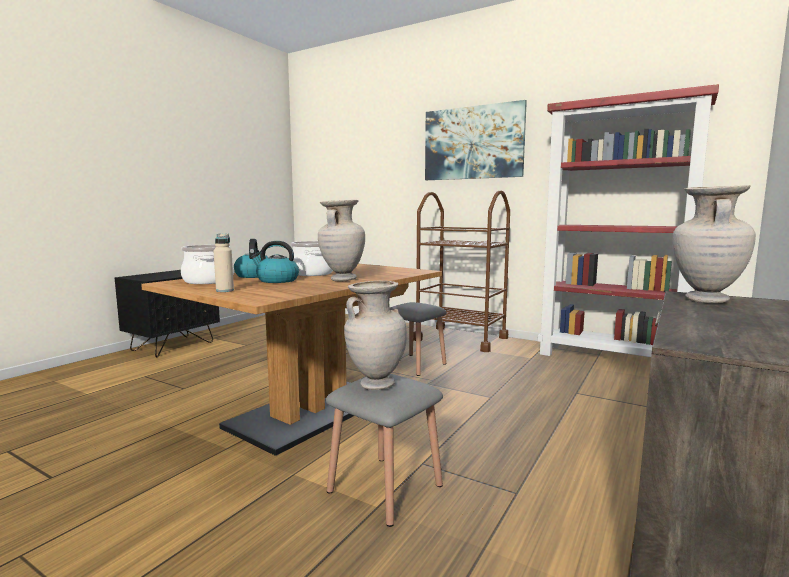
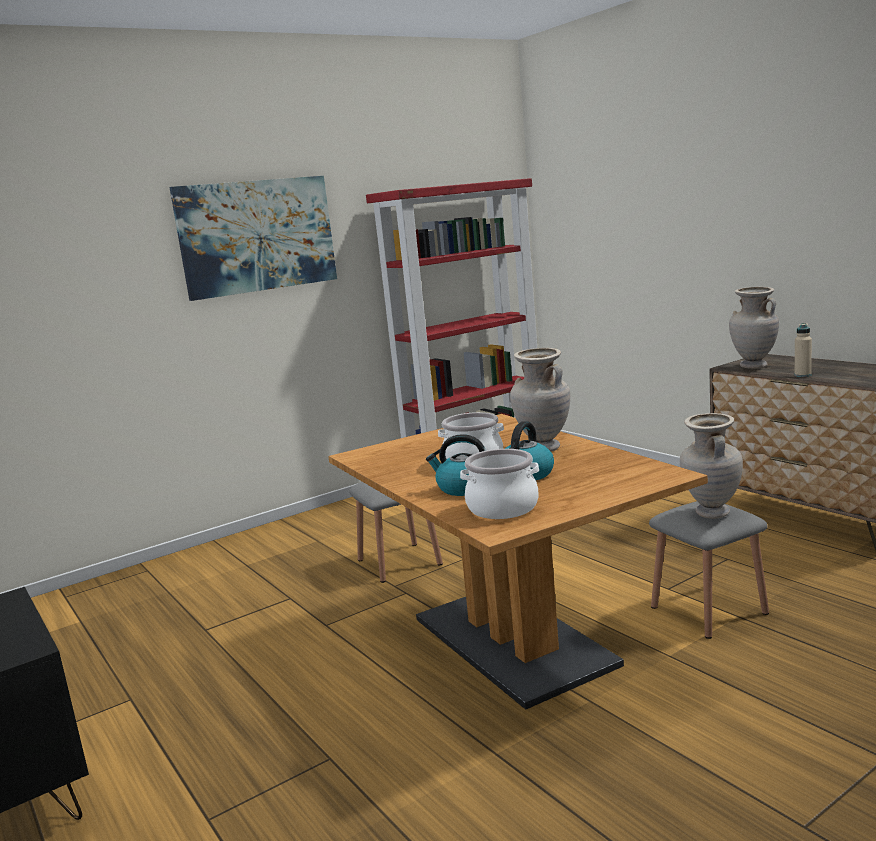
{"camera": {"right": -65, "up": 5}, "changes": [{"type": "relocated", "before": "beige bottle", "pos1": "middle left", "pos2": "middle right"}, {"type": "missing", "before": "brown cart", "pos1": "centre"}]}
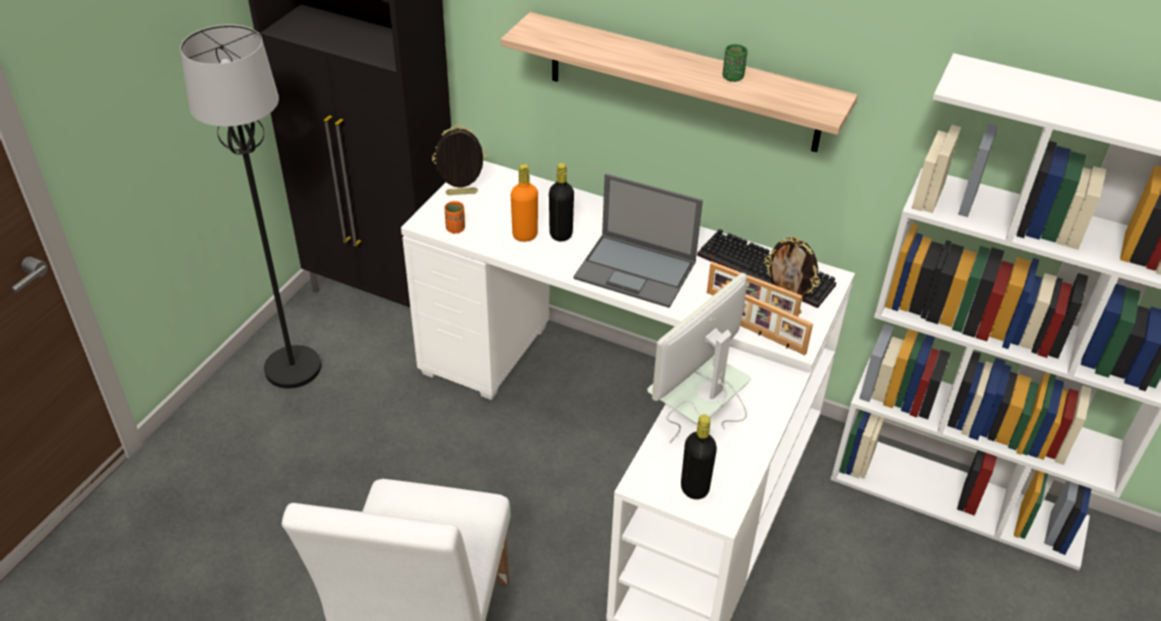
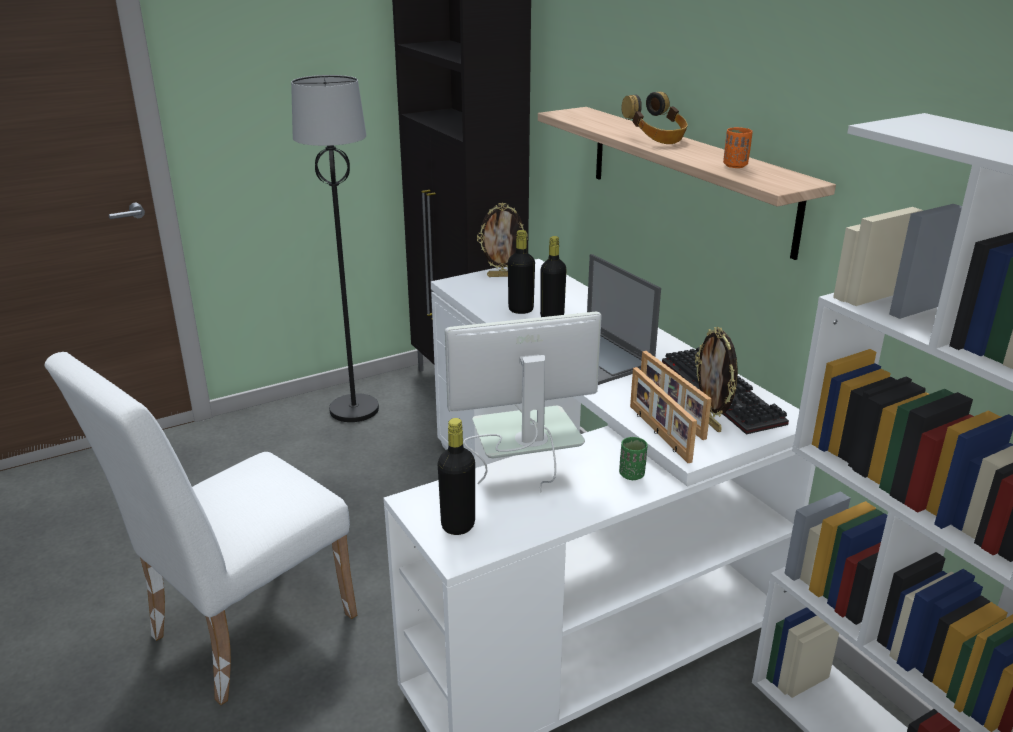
{"camera": {"right": 35, "up": -15}, "changes": [{"type": "spun", "before": "picture frame (no. 1 from left)", "pos1": "top centre", "pos2": "top centre", "turn": 150}, {"type": "relocated", "before": "orange cup", "pos1": "centre", "pos2": "top right"}, {"type": "colour", "before": "orange bottle", "after": "black bottle (no. 2 from left)", "pos1": "top centre", "pos2": "centre"}, {"type": "relocated", "before": "green cup", "pos1": "top centre", "pos2": "centre"}, {"type": "appeared", "after": "headphones", "pos2": "top centre"}]}
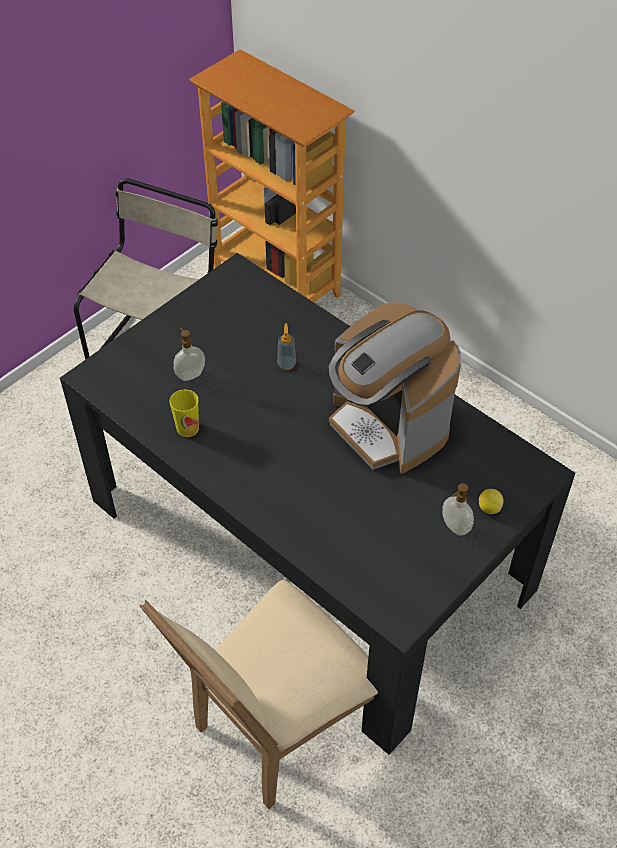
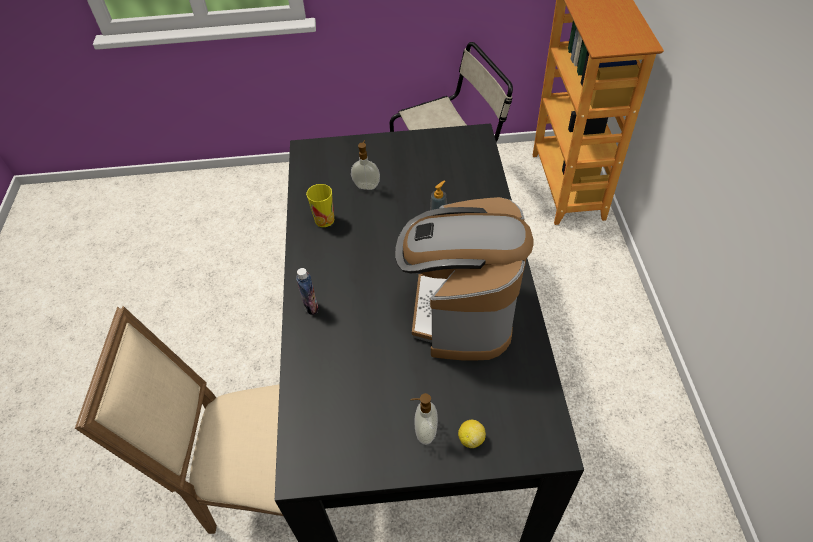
{"camera": {"right": 45, "up": 0}, "changes": [{"type": "appeared", "after": "bottle", "pos2": "centre"}]}
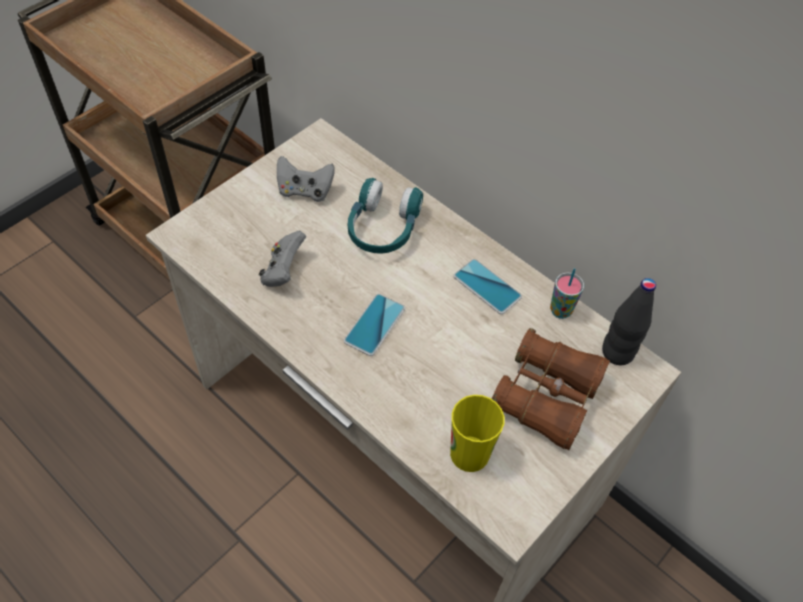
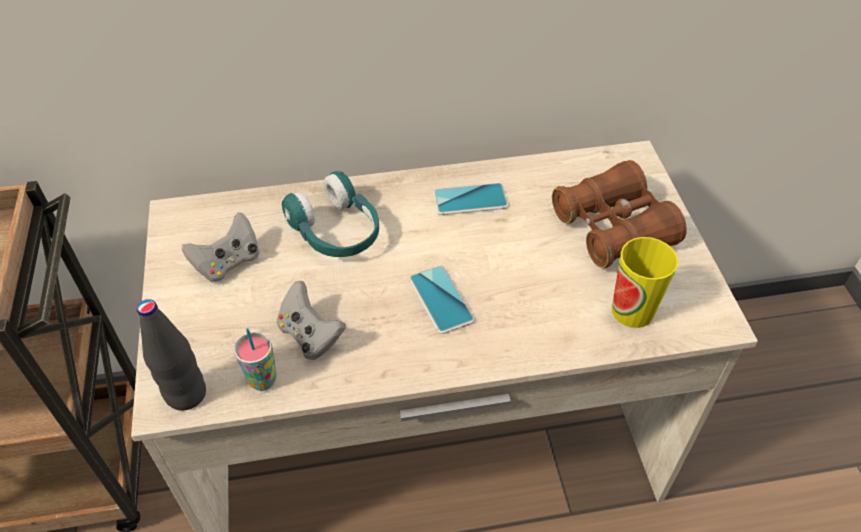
{"camera": {"right": -50, "up": -5}, "changes": [{"type": "relocated", "before": "cup (no. 2 from left in the first image)", "after": "cup (no. 1 from left)", "pos1": "middle right", "pos2": "bottom left"}, {"type": "relocated", "before": "black bottle", "pos1": "middle right", "pos2": "bottom left"}]}
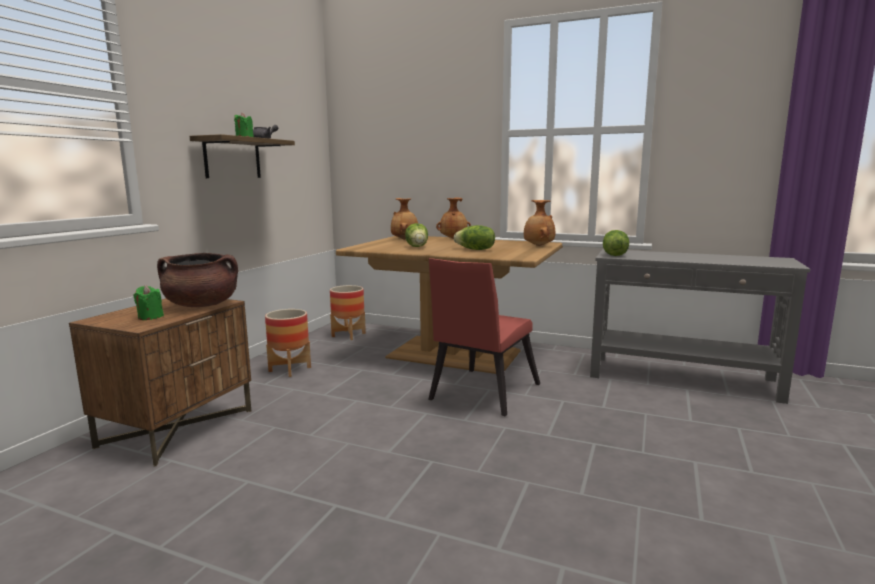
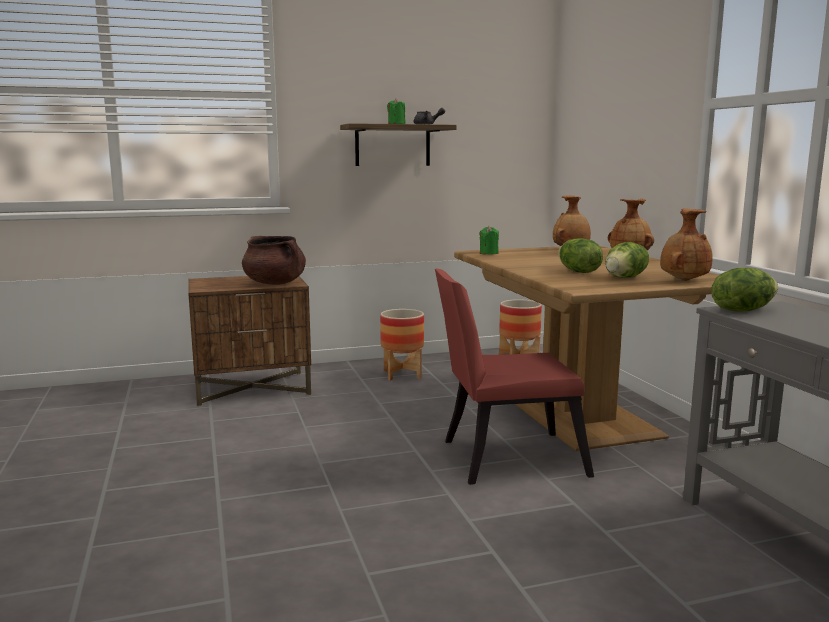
{"camera": {"right": 50, "up": 0}, "changes": [{"type": "relocated", "before": "green candle (no. 1 from left in the first image)", "after": "green candle (no. 2 from left)", "pos1": "middle left", "pos2": "centre"}, {"type": "relocated", "before": "lettuce (no. 1 from left in the first image)", "after": "lettuce (no. 2 from left)", "pos1": "centre", "pos2": "middle right"}]}
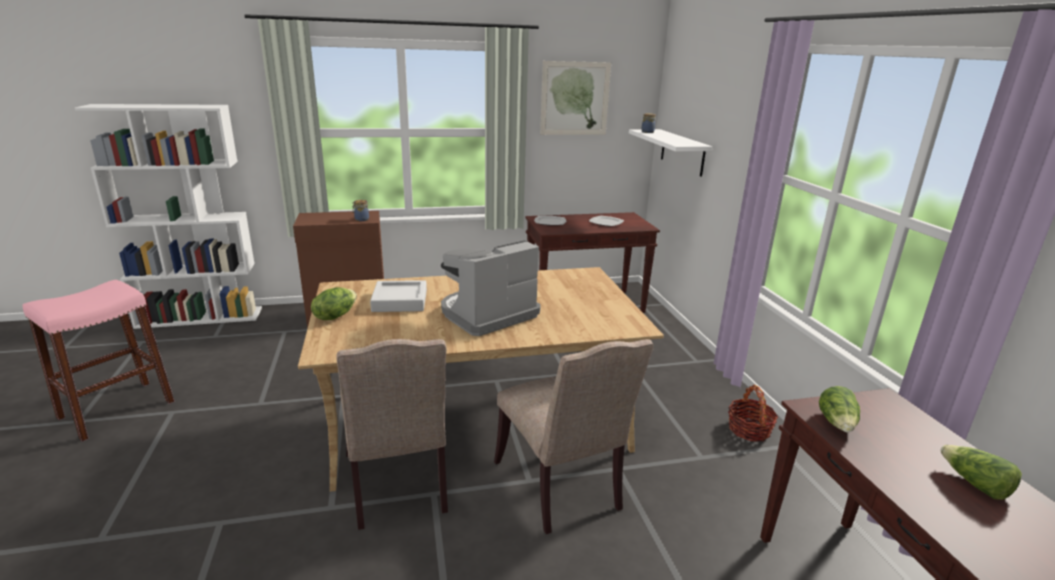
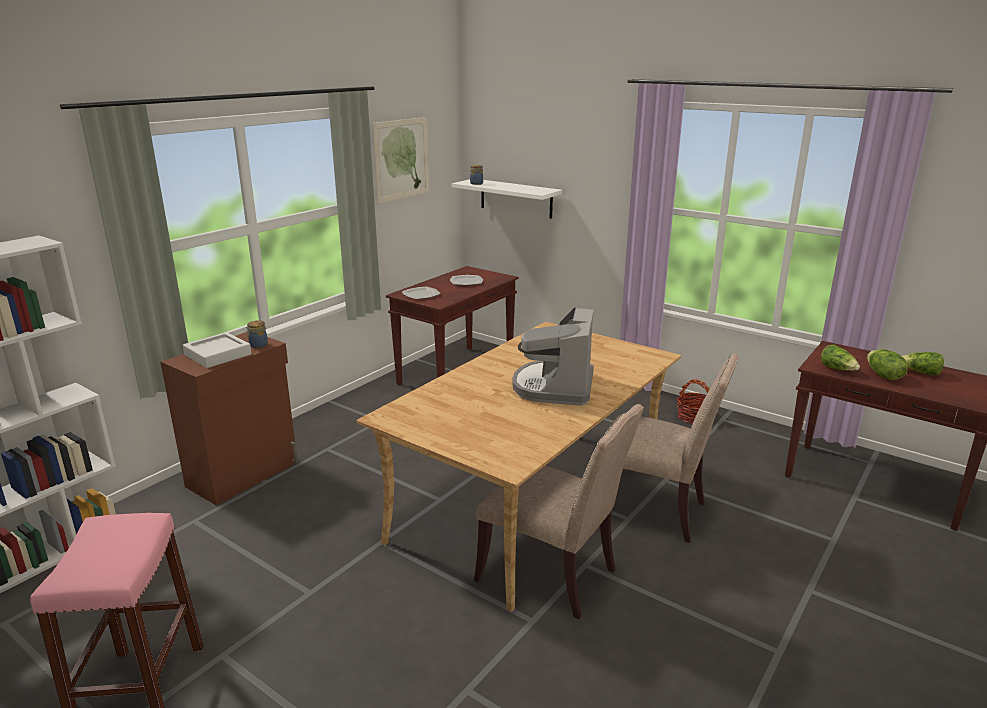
{"camera": {"right": -40, "up": 0}, "changes": [{"type": "relocated", "before": "lettuce (no. 1 from left in the first image)", "after": "lettuce (no. 2 from left)", "pos1": "middle left", "pos2": "middle right"}, {"type": "relocated", "before": "grey tray", "pos1": "centre", "pos2": "middle left"}]}
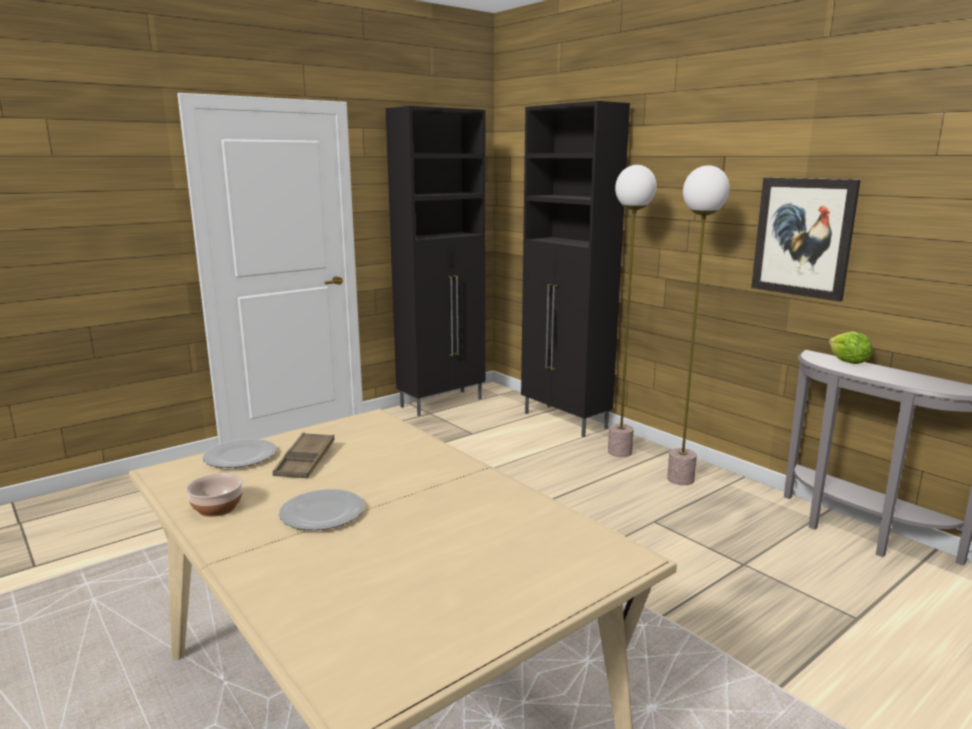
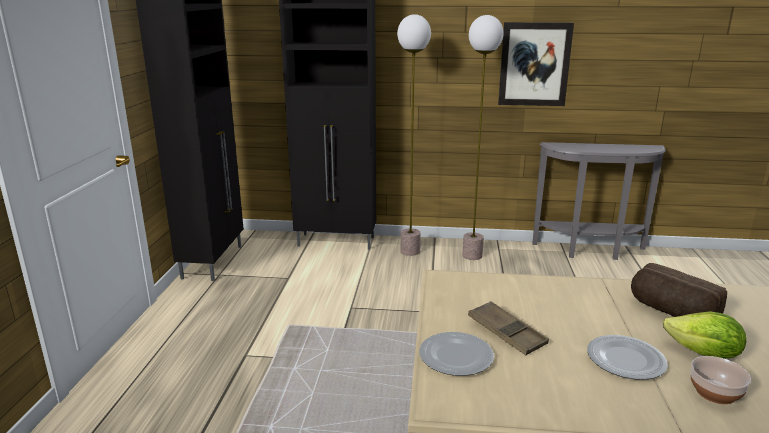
{"camera": {"right": -45, "up": 5}, "changes": [{"type": "relocated", "before": "bowl", "pos1": "bottom left", "pos2": "bottom right"}, {"type": "relocated", "before": "lettuce", "pos1": "middle right", "pos2": "bottom right"}, {"type": "appeared", "after": "bread", "pos2": "bottom right"}]}
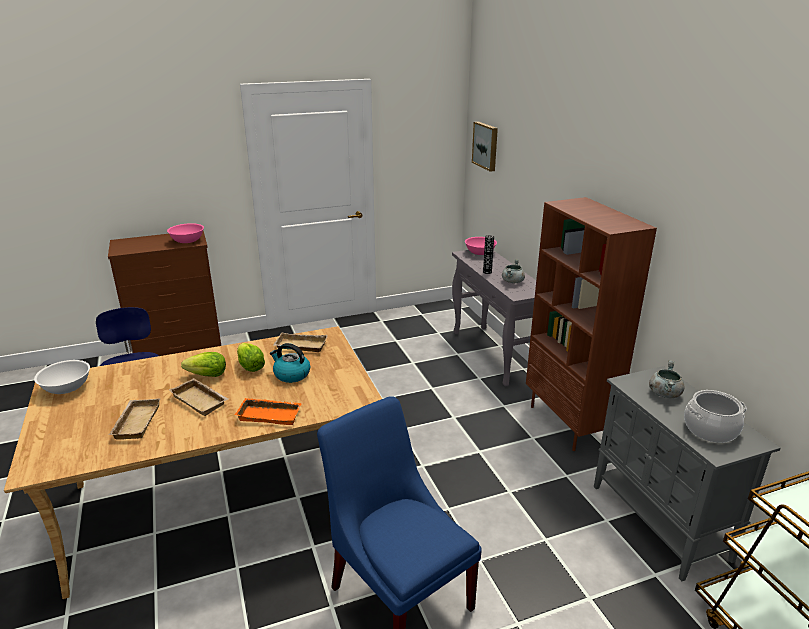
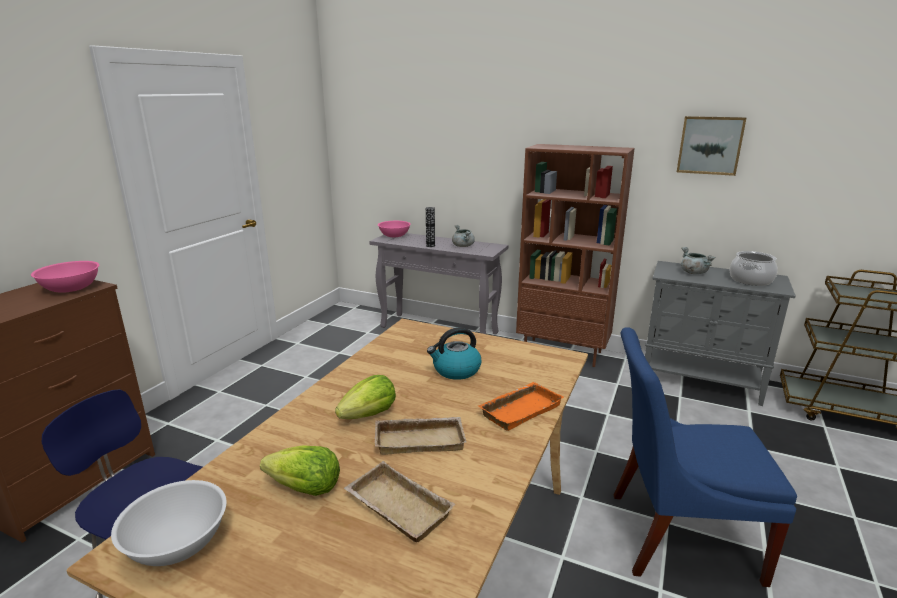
{"camera": {"right": -45, "up": -5}, "changes": [{"type": "relocated", "before": "lettuce (no. 2 from left in the first image)", "after": "lettuce (no. 1 from left)", "pos1": "middle left", "pos2": "bottom centre"}, {"type": "missing", "before": "beige tray (no. 3 from left)", "pos1": "centre"}, {"type": "relocated", "before": "picture", "pos1": "top centre", "pos2": "top right"}]}
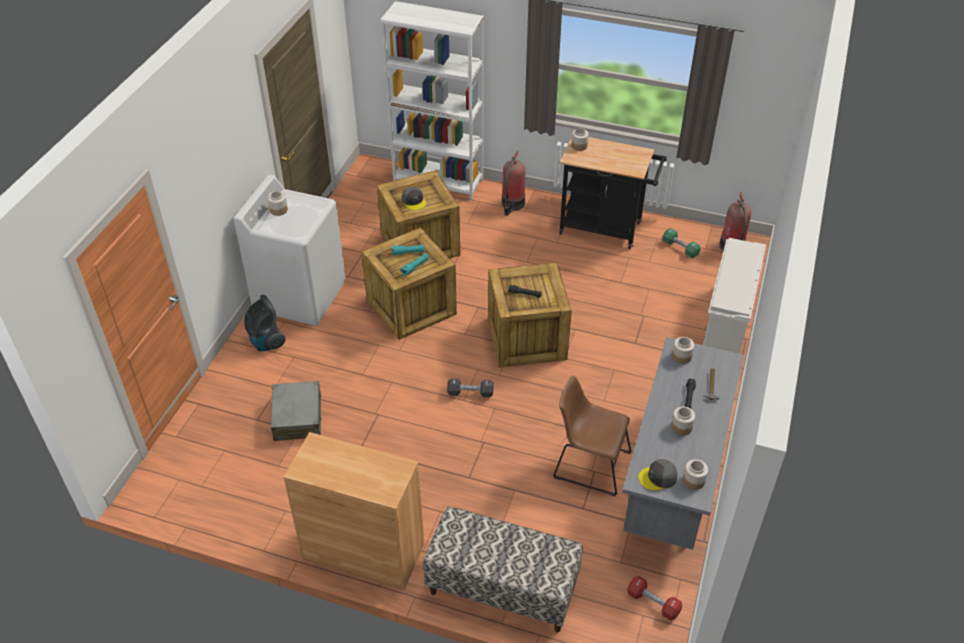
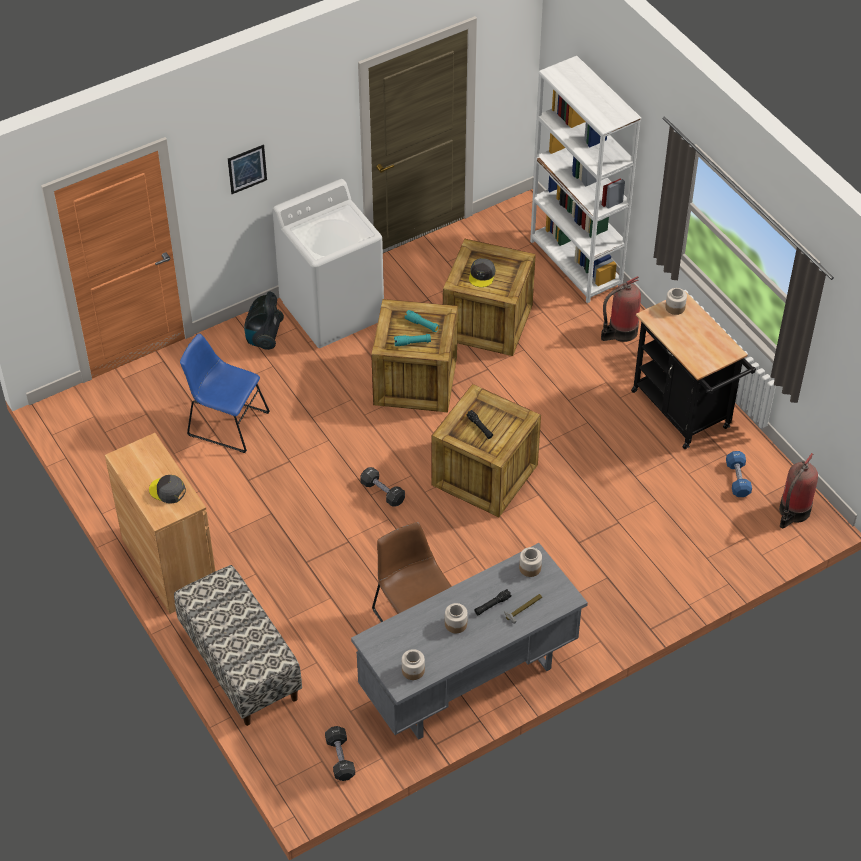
{"camera": {"right": 40, "up": 5}, "changes": [{"type": "missing", "before": "jar (no. 1 from left)", "pos1": "top left"}, {"type": "exchanged", "before": "grey suitcase", "after": "blue chair", "pos1": "middle left", "pos2": "middle left"}, {"type": "colour", "before": "red dumbbell", "after": "black dumbbell (no. 1 from left)", "pos1": "bottom right", "pos2": "bottom centre"}, {"type": "relocated", "before": "grey cap (no. 2 from left in the first image)", "after": "grey cap (no. 1 from left)", "pos1": "bottom right", "pos2": "middle left"}, {"type": "colour", "before": "green dumbbell", "after": "blue dumbbell", "pos1": "middle right", "pos2": "middle right"}, {"type": "missing", "before": "white shoe rack", "pos1": "middle right"}, {"type": "appeared", "after": "picture", "pos2": "top left"}]}
